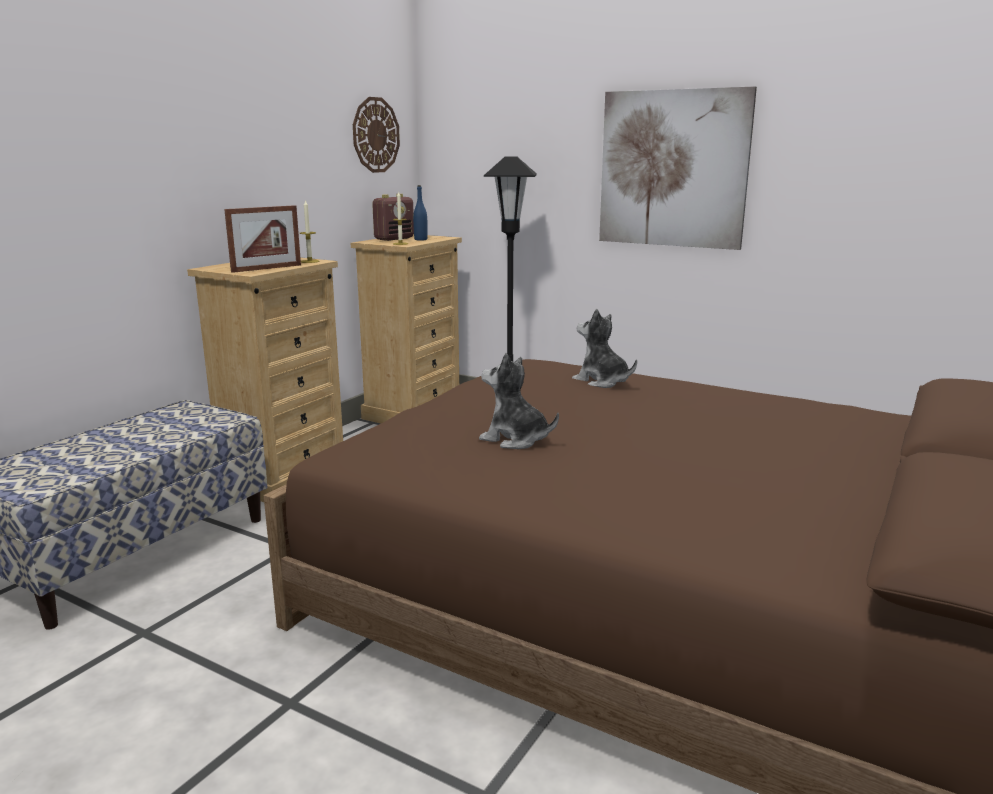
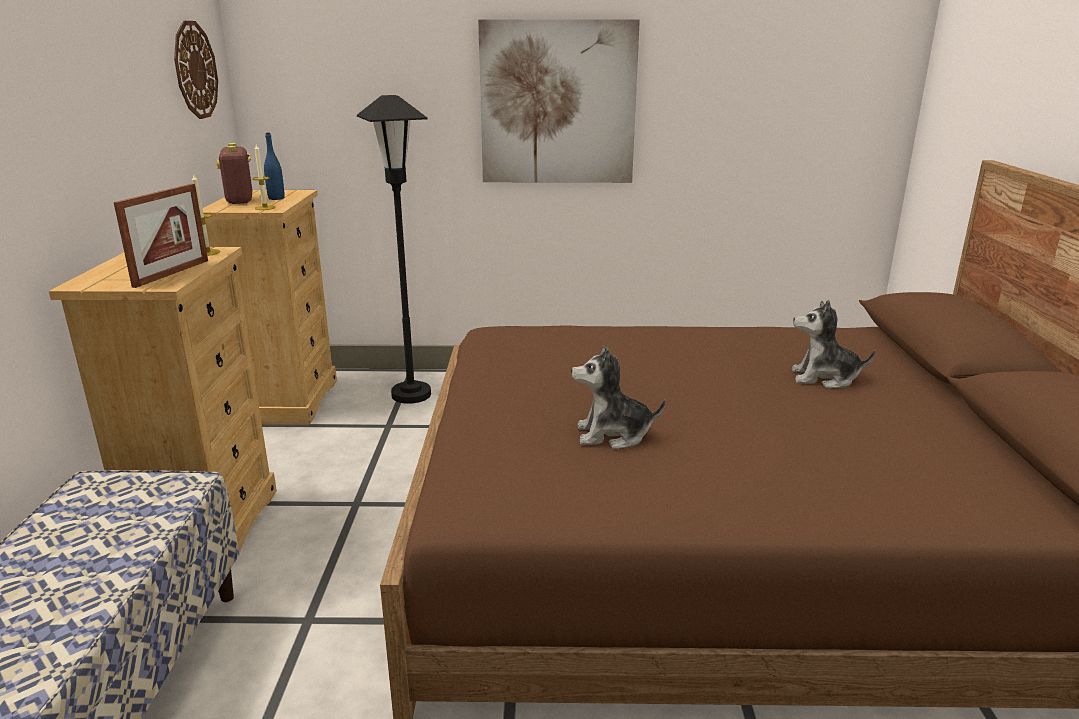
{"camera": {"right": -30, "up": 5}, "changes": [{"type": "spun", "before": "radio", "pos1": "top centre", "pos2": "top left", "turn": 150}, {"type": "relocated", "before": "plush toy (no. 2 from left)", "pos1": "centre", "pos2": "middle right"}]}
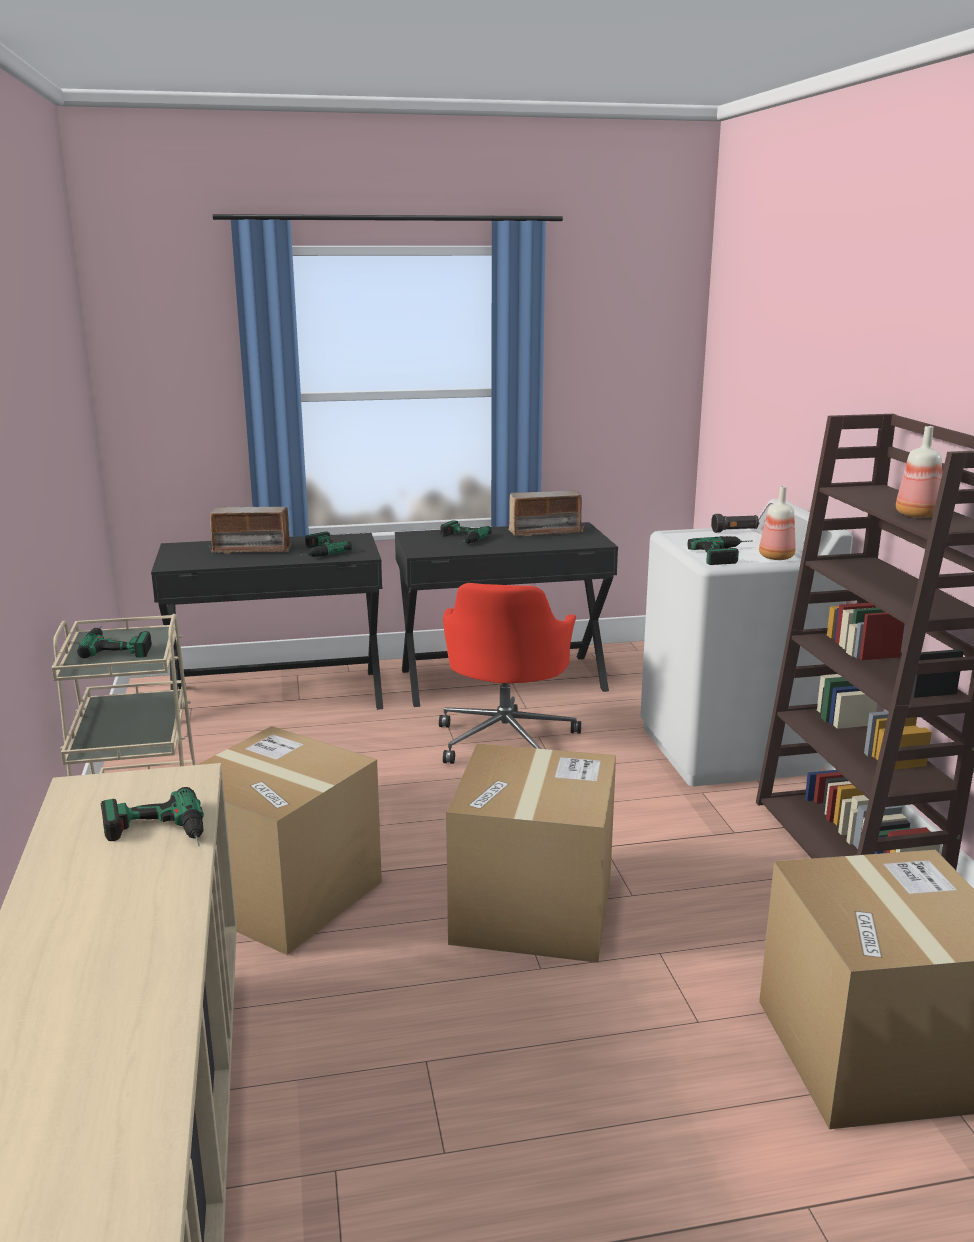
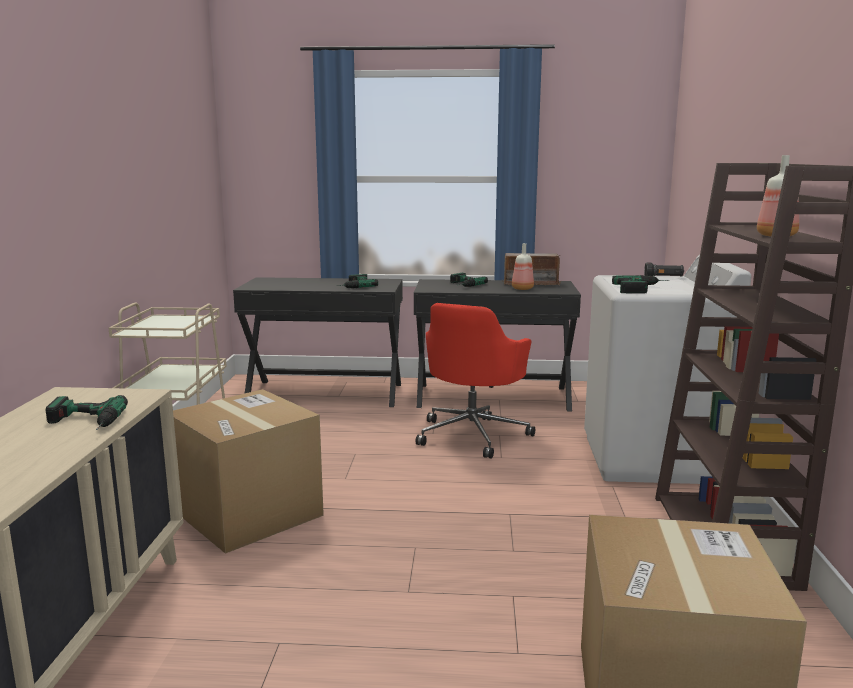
{"camera": {"right": 15, "up": -5}, "changes": [{"type": "missing", "before": "power drill (no. 1 from left)", "pos1": "middle left"}, {"type": "missing", "before": "radio (no. 1 from left)", "pos1": "middle left"}, {"type": "missing", "before": "cardboard box (no. 2 from left)", "pos1": "bottom centre"}, {"type": "relocated", "before": "bottle (no. 1 from left)", "pos1": "middle right", "pos2": "centre"}]}
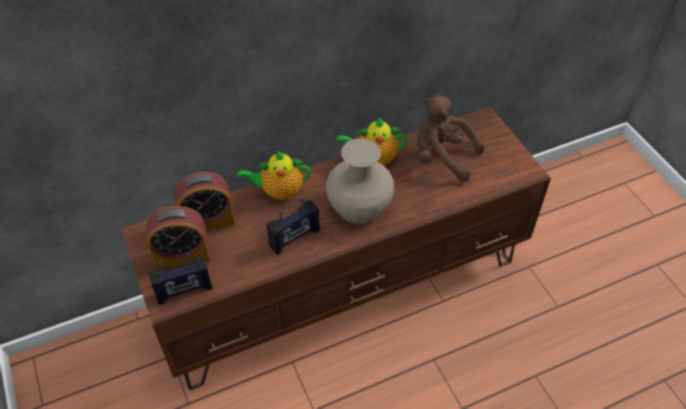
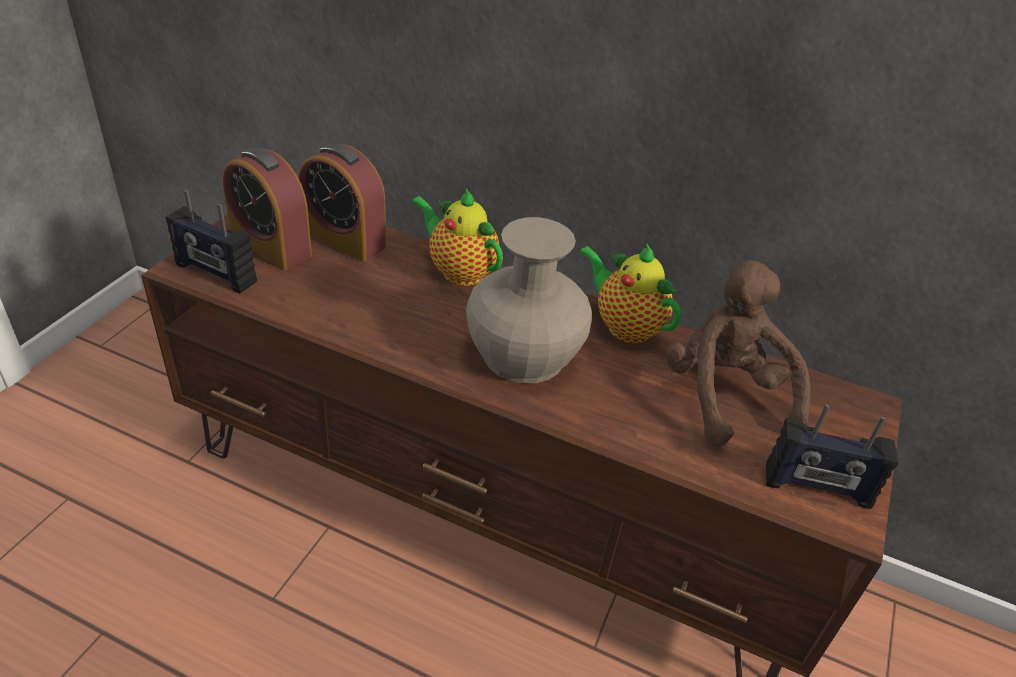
{"camera": {"right": 45, "up": -10}, "changes": [{"type": "relocated", "before": "radio (no. 2 from left)", "pos1": "centre", "pos2": "bottom right"}]}
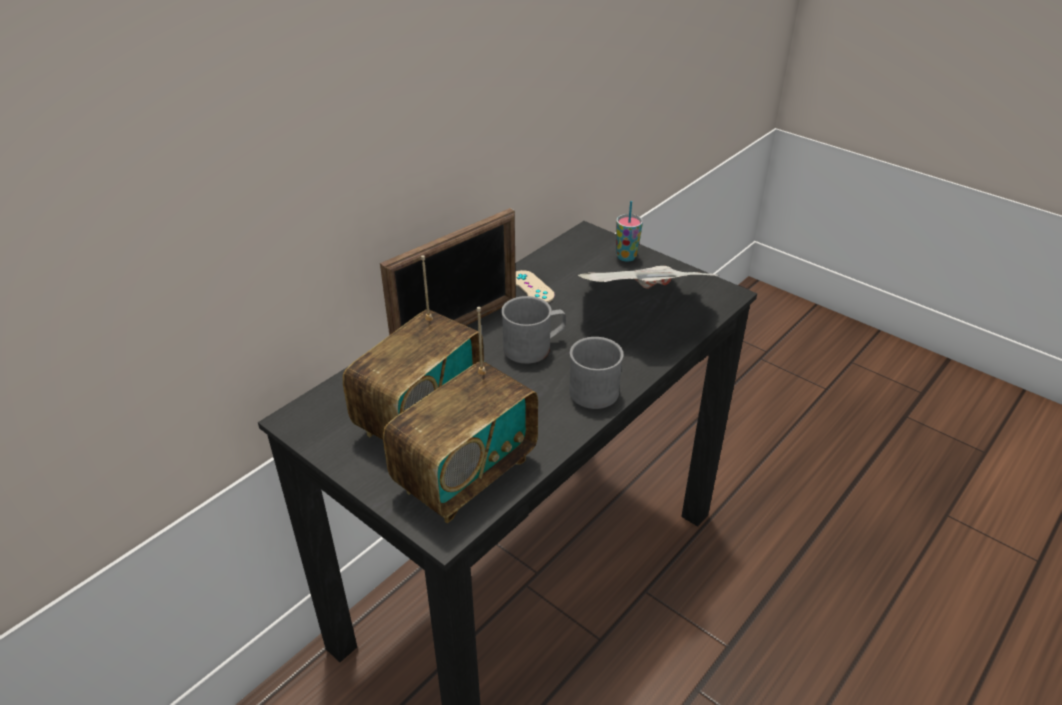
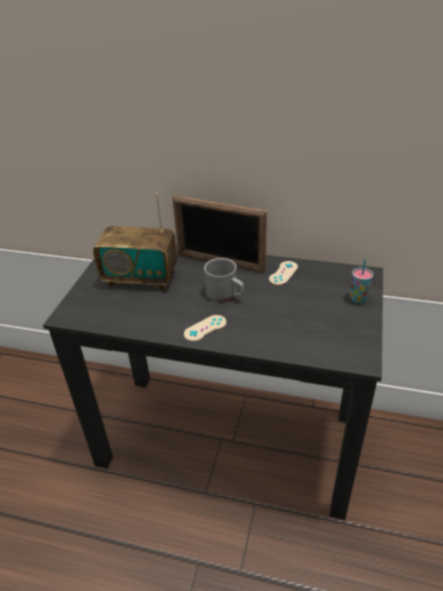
{"camera": {"right": 65, "up": 0}, "changes": [{"type": "missing", "before": "radio (no. 2 from left)", "pos1": "centre"}, {"type": "exchanged", "before": "grey mug (no. 2 from left)", "after": "beige game controller (no. 1 from left)", "pos1": "centre", "pos2": "centre"}, {"type": "missing", "before": "newspaper", "pos1": "centre"}]}
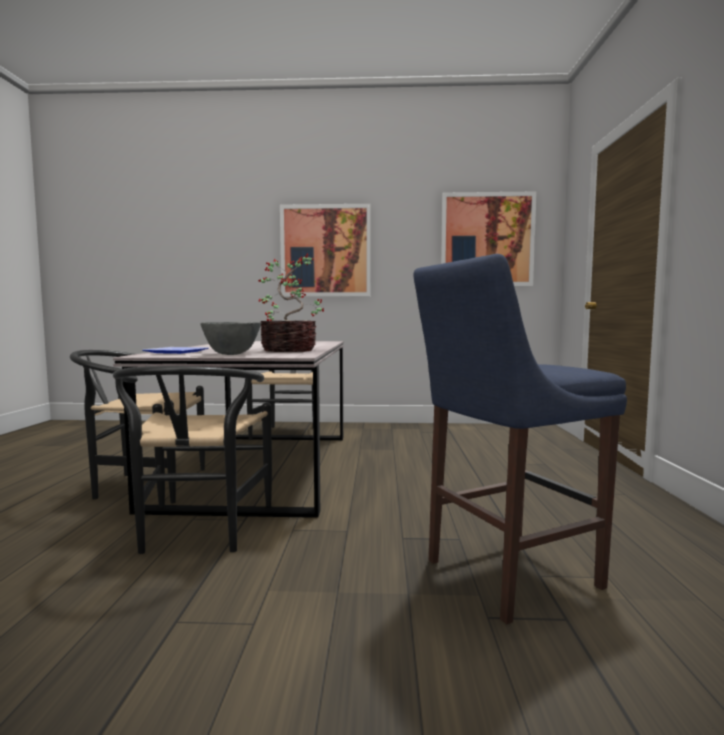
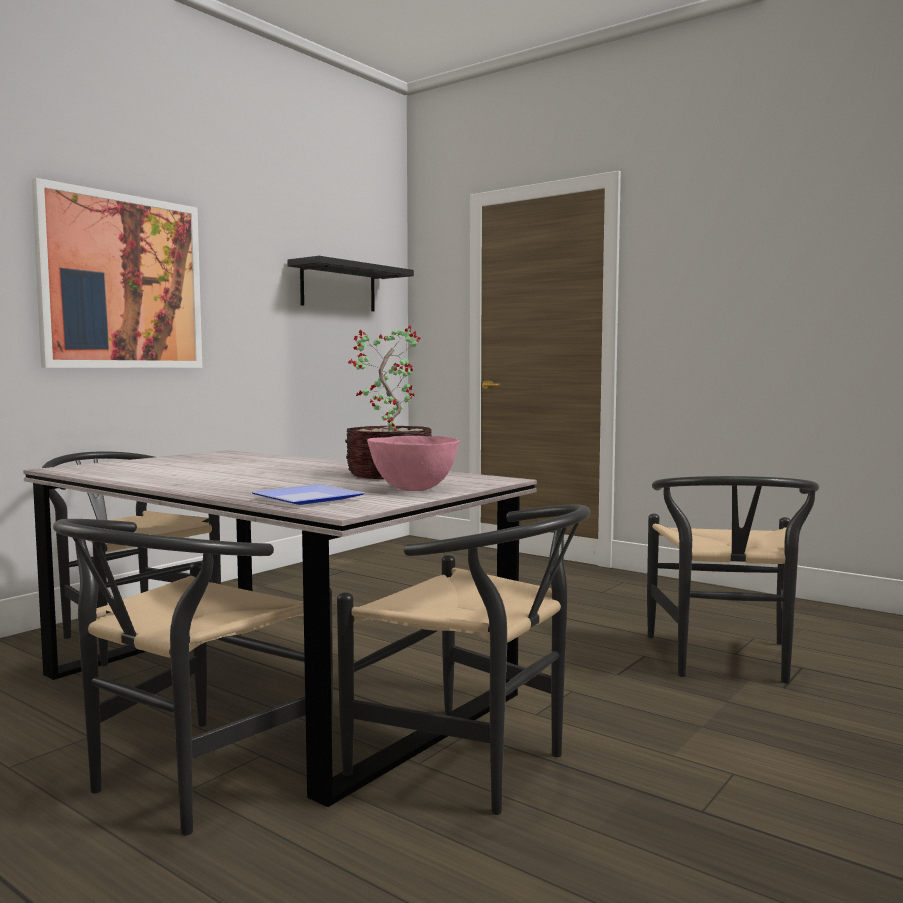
{"camera": {"right": -55, "up": 0}, "changes": [{"type": "colour", "before": "grey bowl", "after": "pink bowl", "pos1": "middle left", "pos2": "centre"}, {"type": "exchanged", "before": "blue stool", "after": "black chair (no. 4 from left)", "pos1": "middle right", "pos2": "middle right"}, {"type": "exchanged", "before": "picture (no. 2 from left)", "after": "black shelf", "pos1": "top right", "pos2": "top centre"}]}
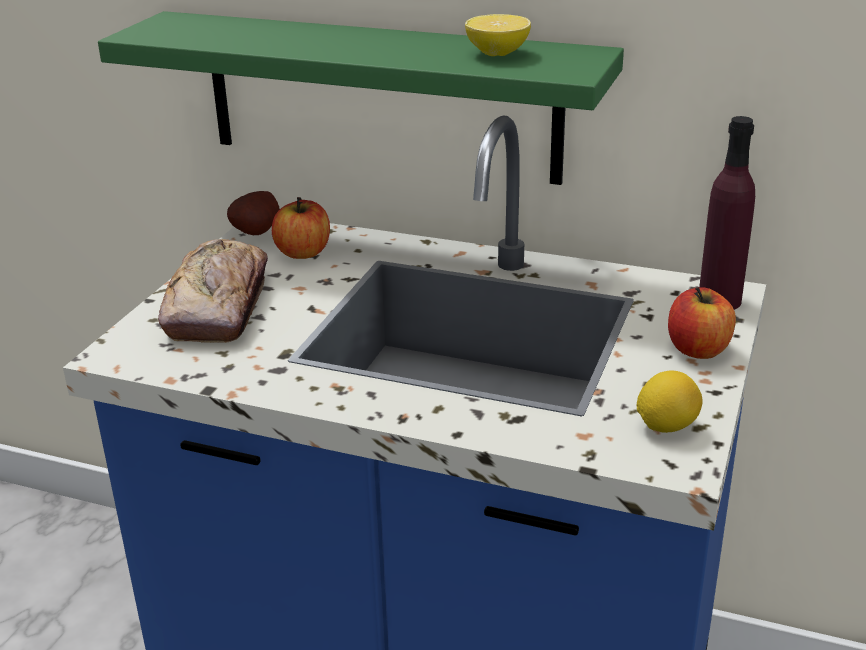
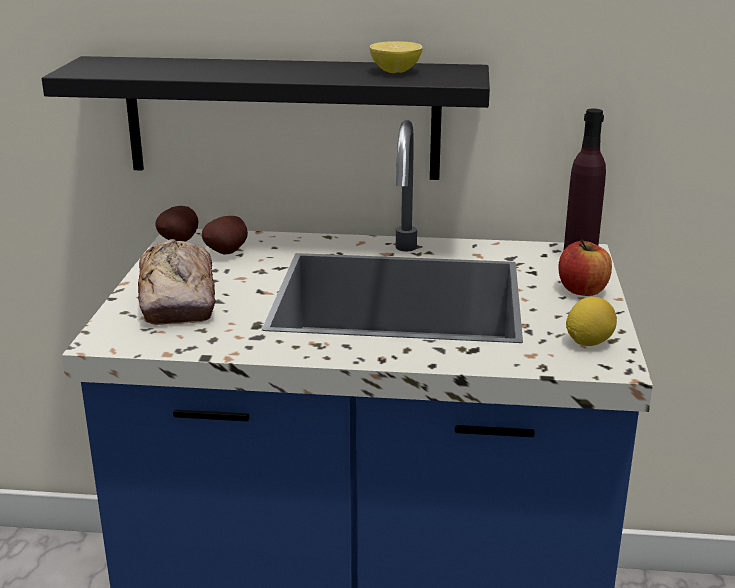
{"camera": {"right": -15, "up": -5}, "changes": [{"type": "colour", "before": "green shelf", "after": "black shelf", "pos1": "top centre", "pos2": "top centre"}, {"type": "exchanged", "before": "apple (no. 1 from left)", "after": "potato (no. 2 from left)", "pos1": "centre", "pos2": "middle left"}]}
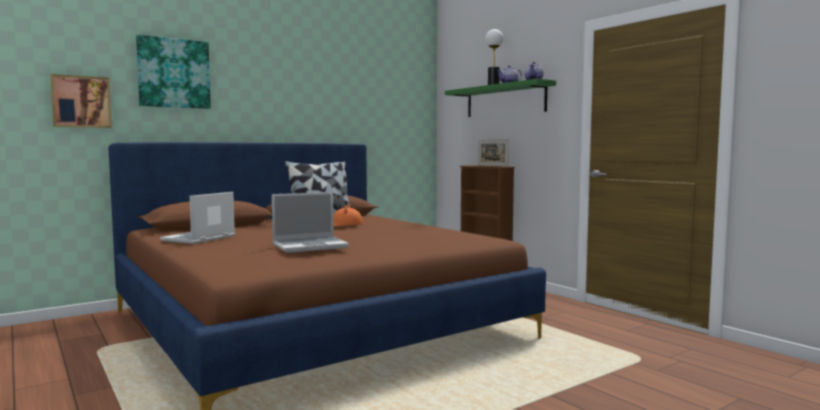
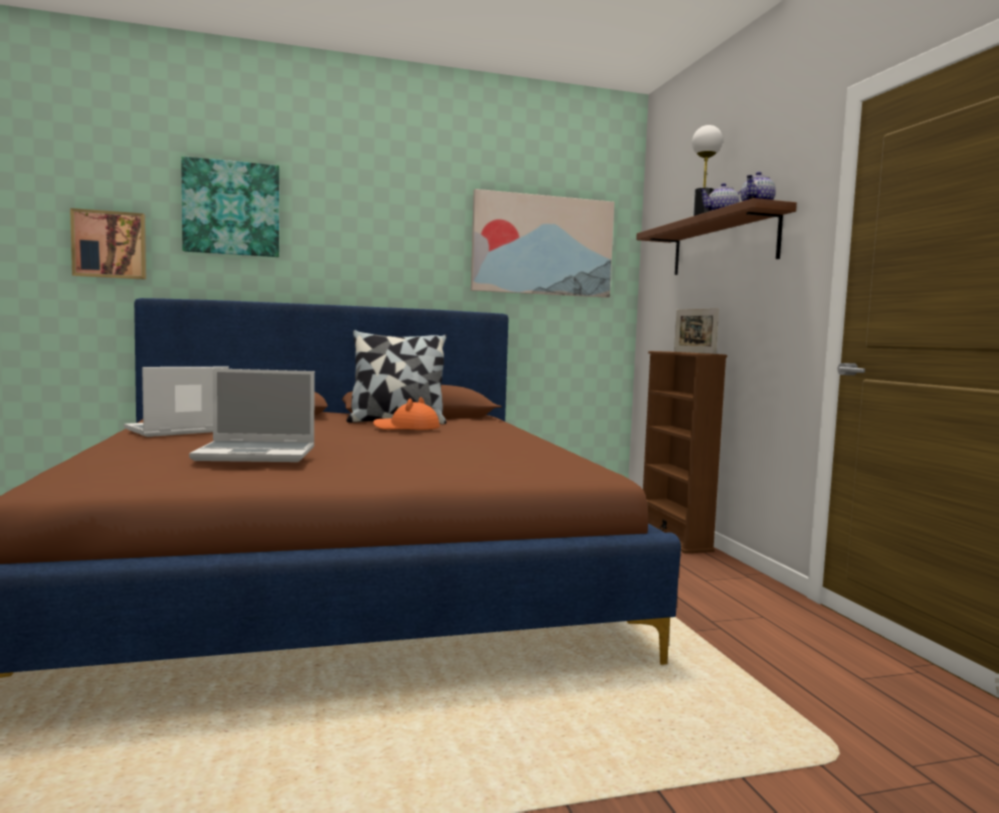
{"camera": {"right": 20, "up": 0}, "changes": [{"type": "colour", "before": "green shelf", "after": "brown shelf", "pos1": "top centre", "pos2": "top right"}, {"type": "appeared", "after": "picture (no. 3 from left)", "pos2": "top centre"}]}
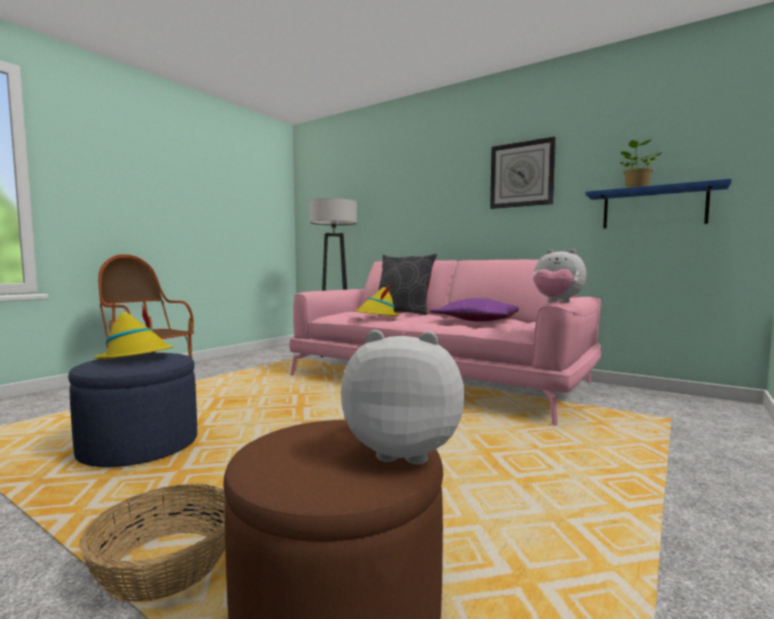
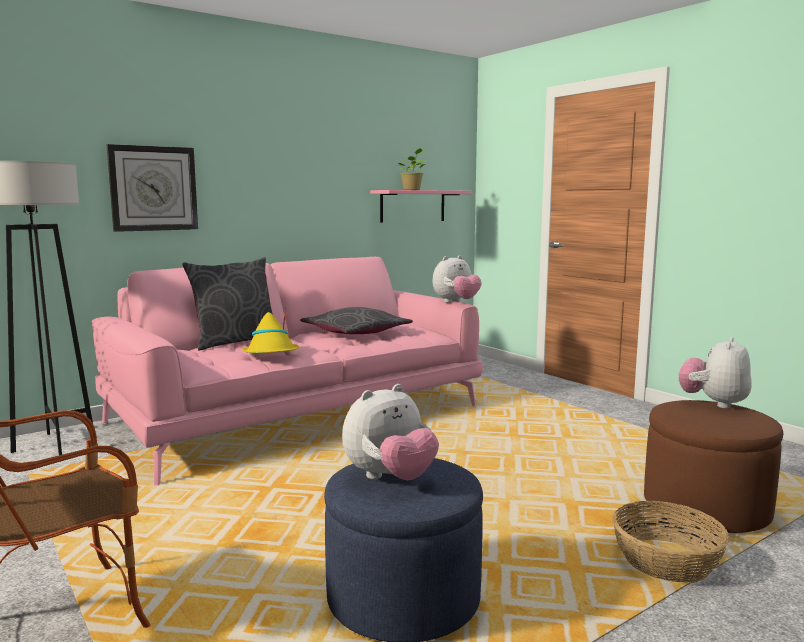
{"camera": {"right": -70, "up": 5}, "changes": [{"type": "exchanged", "before": "yellow hat (no. 1 from left)", "after": "plush toy (no. 1 from left)", "pos1": "middle left", "pos2": "bottom centre"}, {"type": "colour", "before": "purple pillow", "after": "grey pillow (no. 2 from left)", "pos1": "centre", "pos2": "centre"}, {"type": "relocated", "before": "wall clock", "pos1": "top right", "pos2": "top left"}, {"type": "colour", "before": "blue shelf", "after": "pink shelf", "pos1": "top right", "pos2": "top centre"}]}
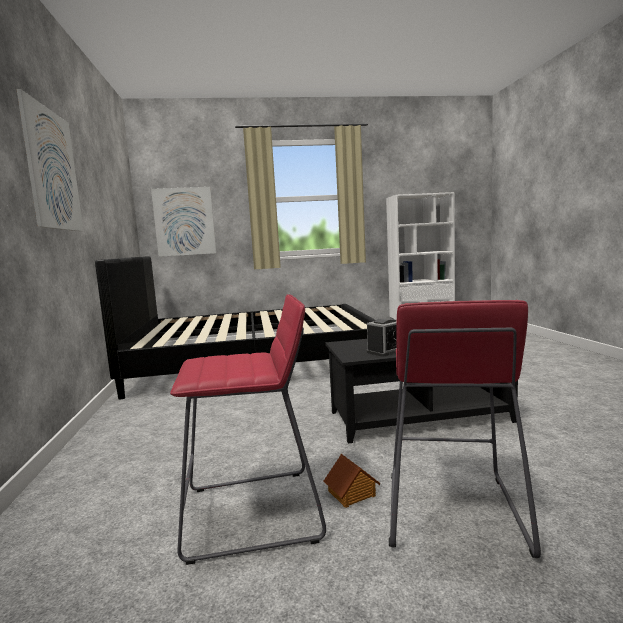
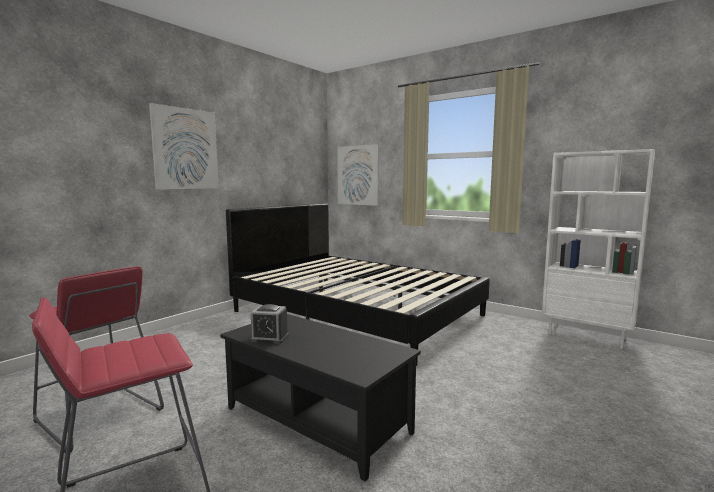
{"camera": {"right": 45, "up": 0}, "changes": [{"type": "missing", "before": "toy house", "pos1": "bottom centre"}]}
